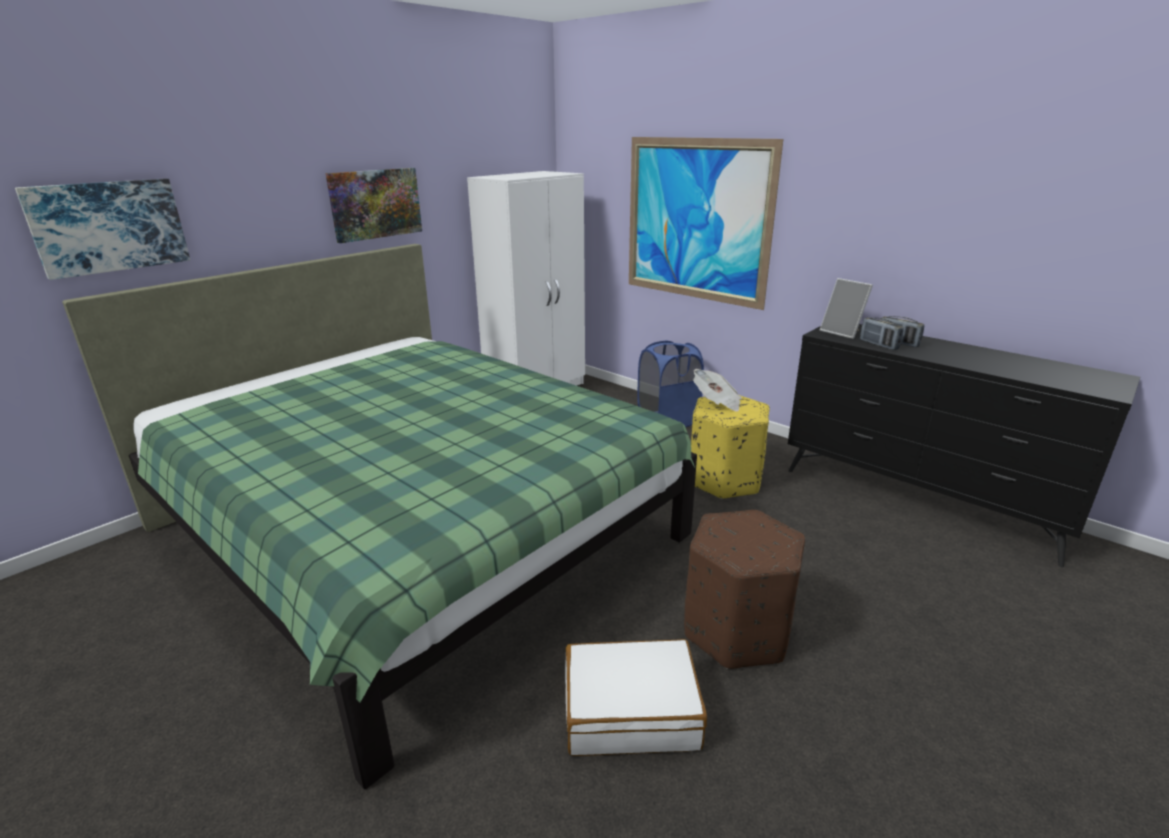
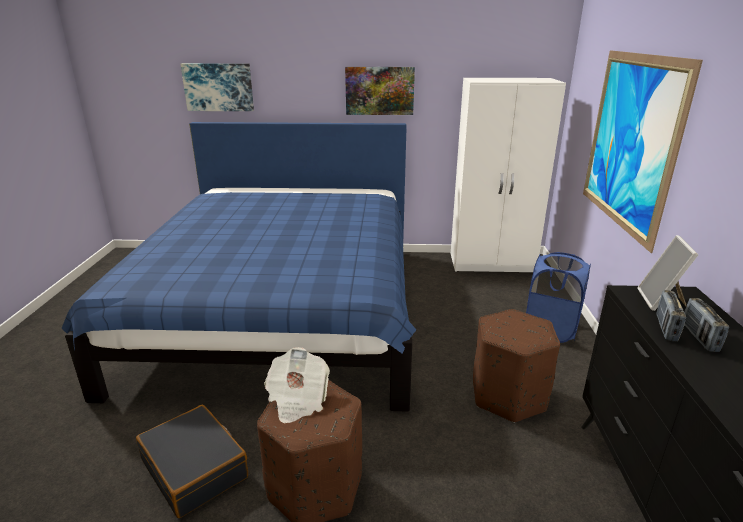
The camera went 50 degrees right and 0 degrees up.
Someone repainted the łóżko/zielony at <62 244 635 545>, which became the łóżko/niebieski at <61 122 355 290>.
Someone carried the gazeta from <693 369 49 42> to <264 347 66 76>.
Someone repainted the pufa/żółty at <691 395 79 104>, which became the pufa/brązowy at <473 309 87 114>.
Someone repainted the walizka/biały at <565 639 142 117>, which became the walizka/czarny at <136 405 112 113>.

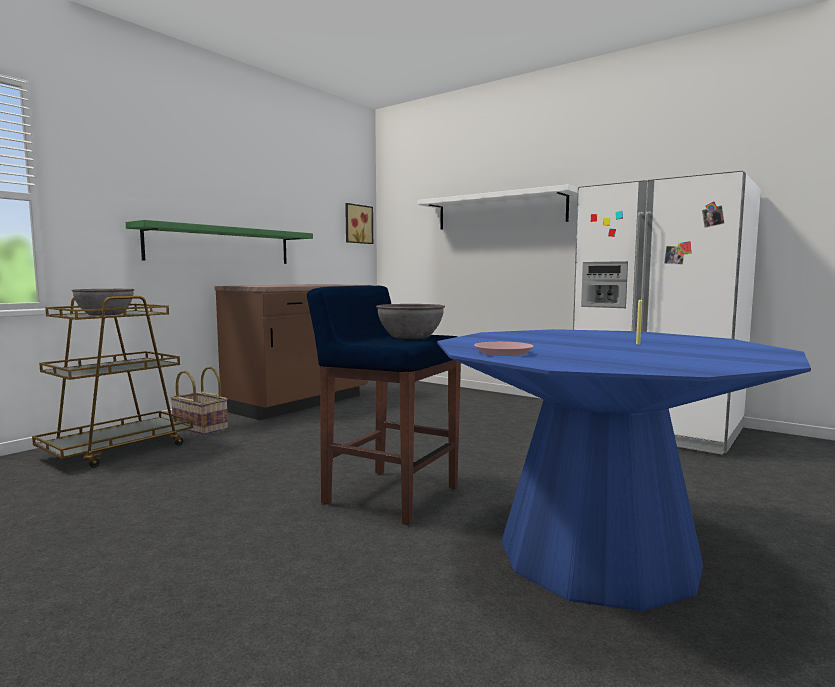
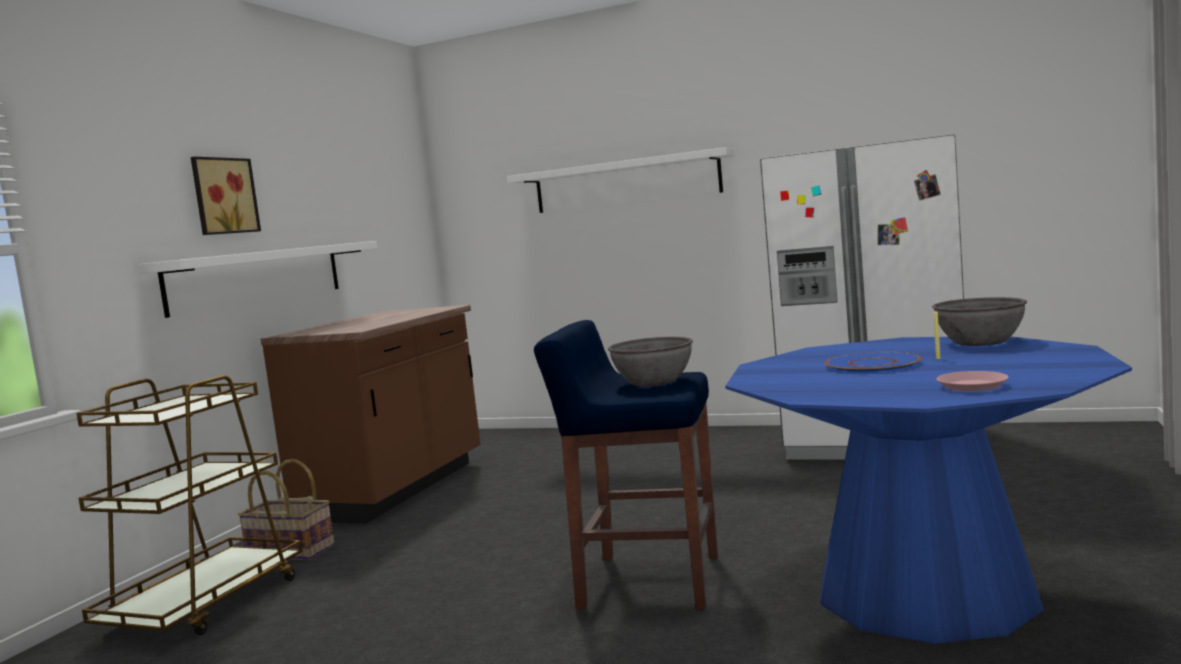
The camera went 15 degrees left and 0 degrees up.
Someone carried the obraz from <345 203 28 41> to <191 157 70 78>.
Someone repainted the półka/zielony at <126 220 187 44>, which became the półka/biały at <139 241 238 77>.
Someone carried the miska/szary from <71 289 63 26> to <932 297 95 49>.
Someone carried the talerz/różowy from <474 342 60 14> to <937 371 71 20>.
Someone put down the talerz/niebieski at <825 352 97 21>.

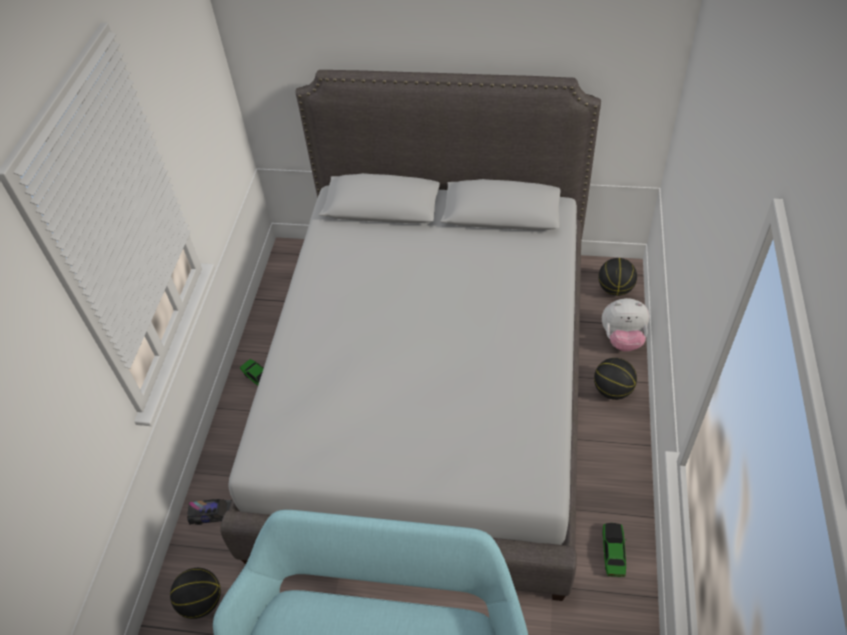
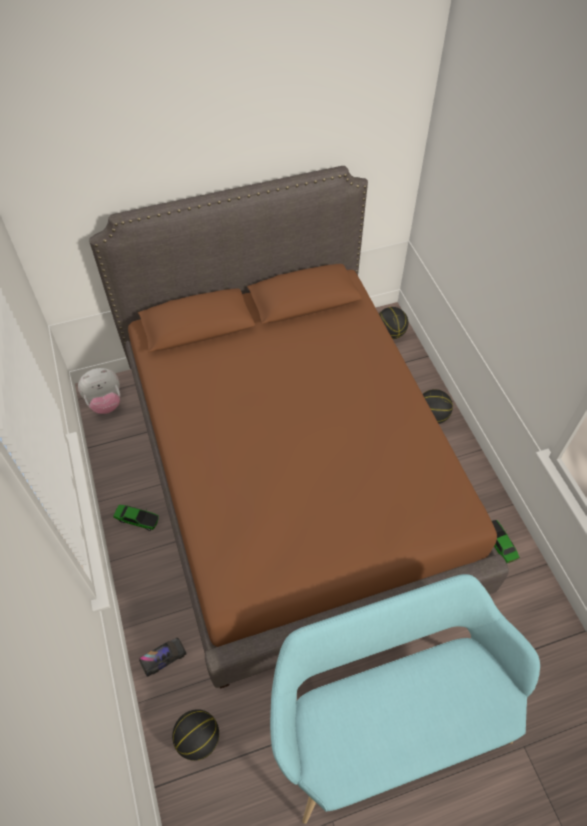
The camera went 30 degrees left and 5 degrees up.
Someone repainted the łóżko/szary at <220 70 381 531>, which became the łóżko/brązowy at <89 166 420 522>.
Someone carried the pluszak from <602 298 47 54> to <78 368 42 46>.

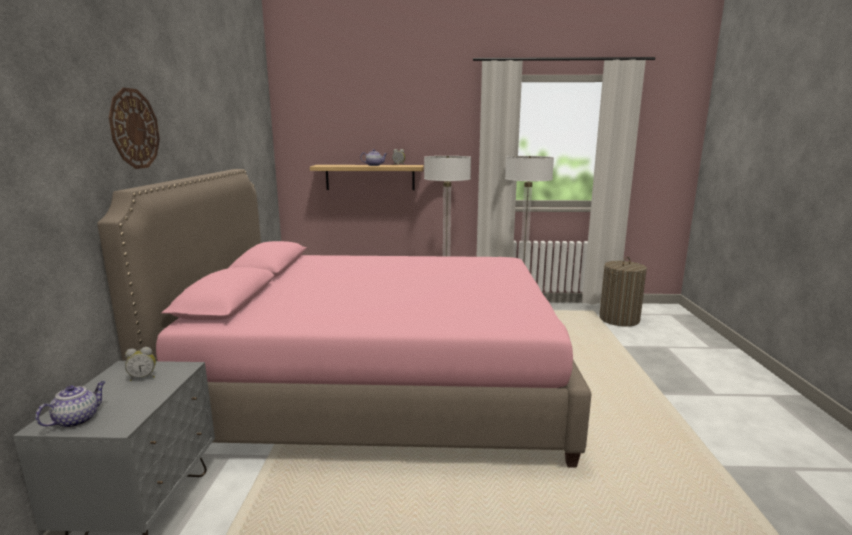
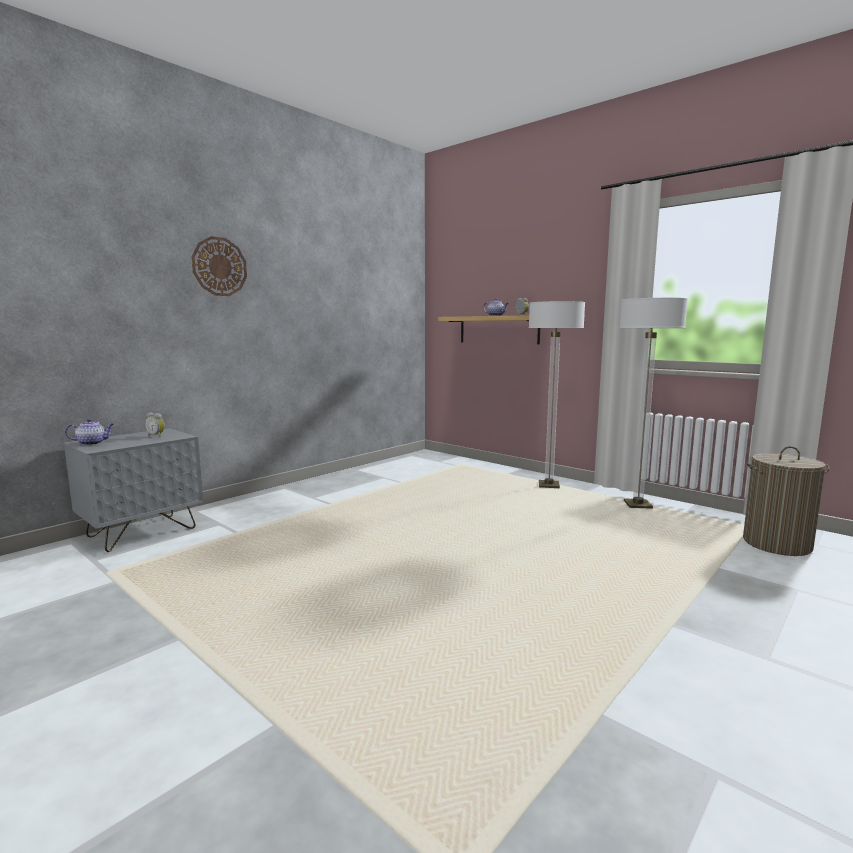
The camera went 40 degrees right and 5 degrees down.
Someone took away the łóżko/różowy at <97 169 495 299>.

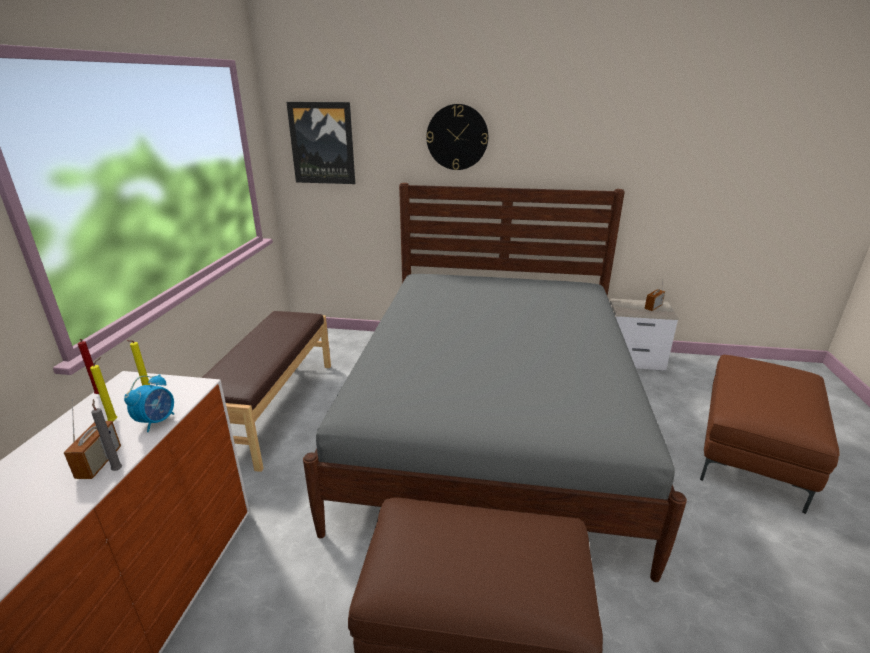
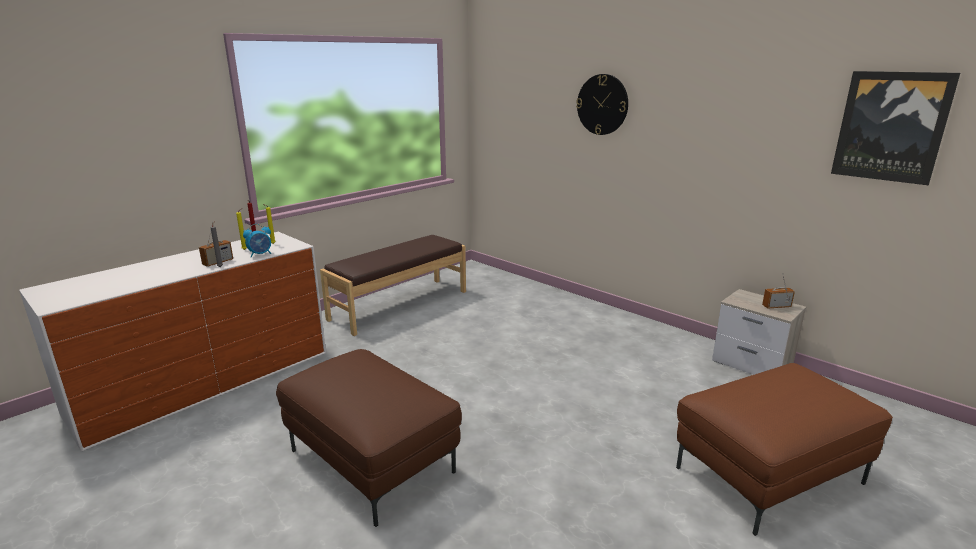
The camera went 35 degrees right and 5 degrees down.
Someone carried the obraz from <286 102 69 82> to <831 71 129 114>.
Someone took away the łóżko/szary at <303 183 384 399>.

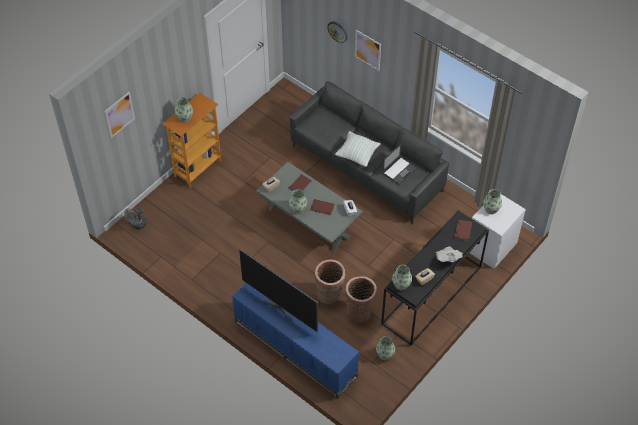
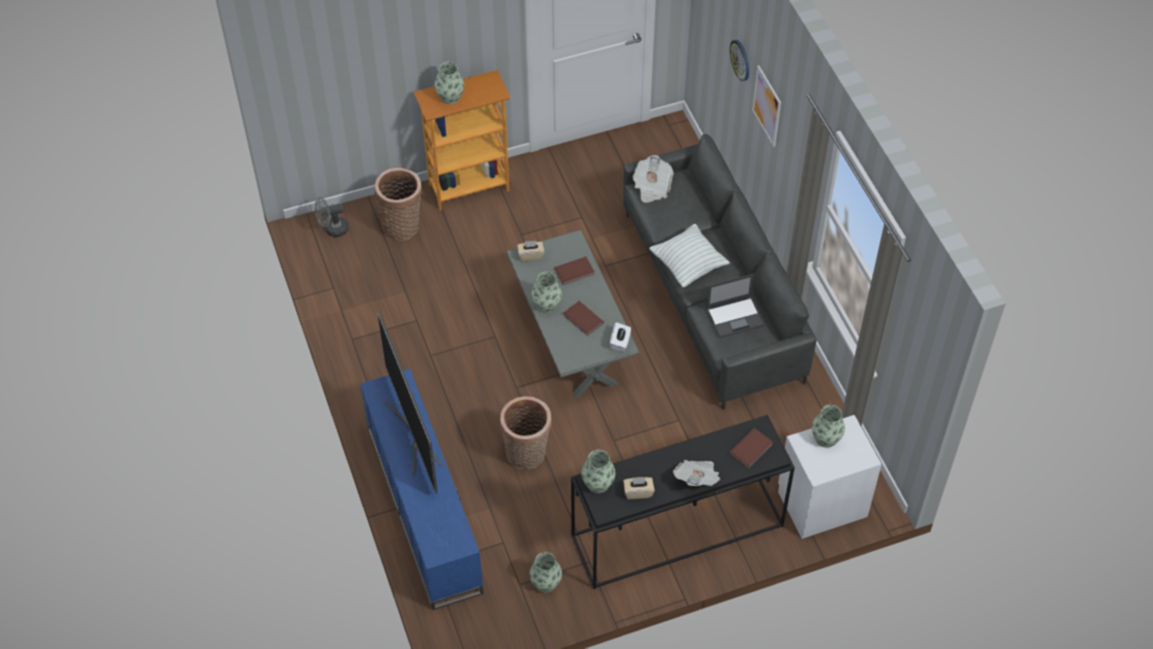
The camera went 30 degrees right and 0 degrees up.
Someone took away the obraz at <105 92 30 46>.
Someone carried the koszyk from <345 276 32 47> to <375 168 47 73>.
Someone put down the gazeta at <633 155 41 48>.

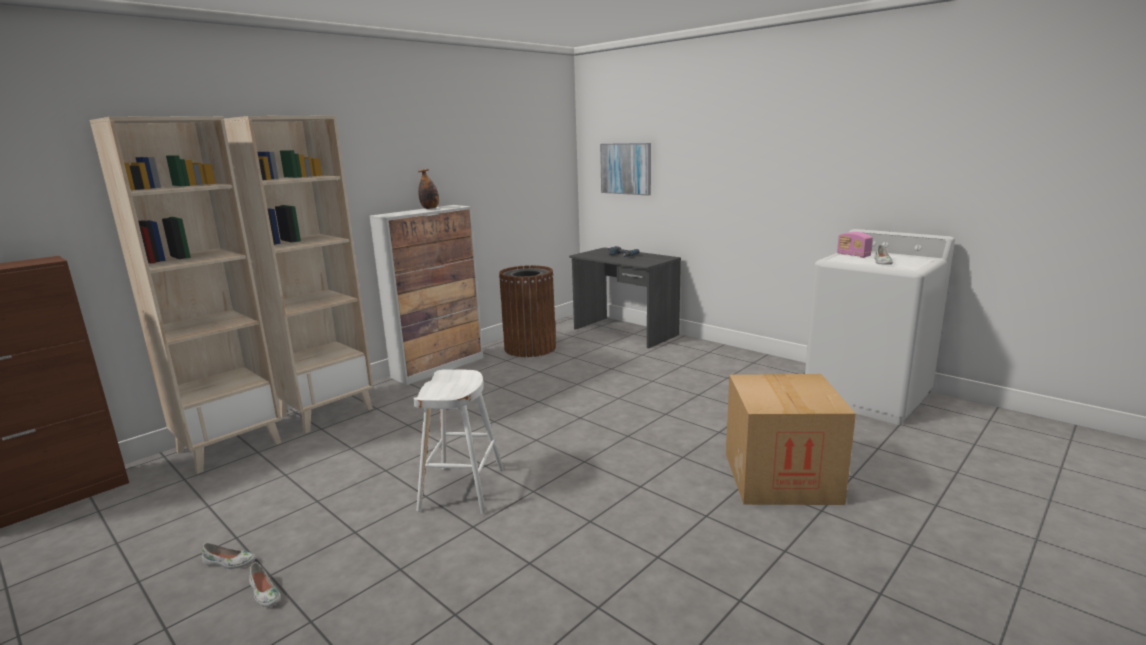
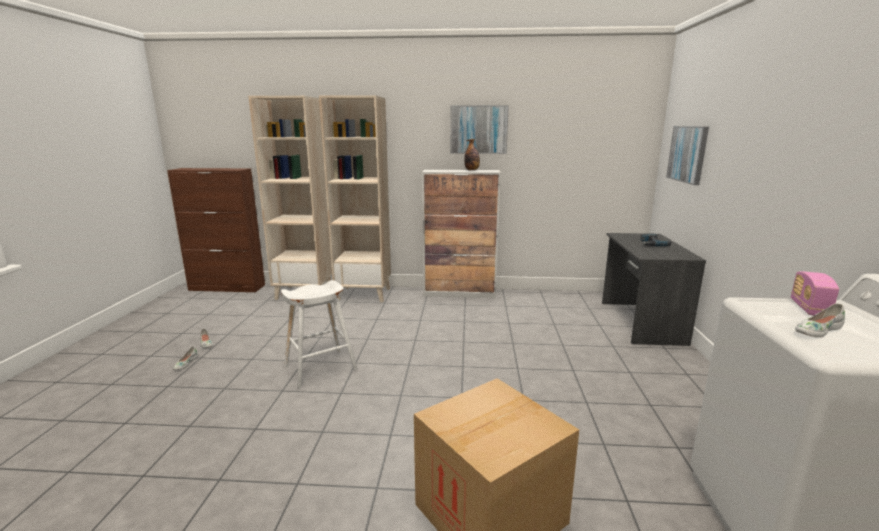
The camera went 50 degrees right and 0 degrees up.
Someone took away the kosz na śmieci/brązowy at <499 265 57 92>.
Someone put up the obraz at <450 105 59 49>.

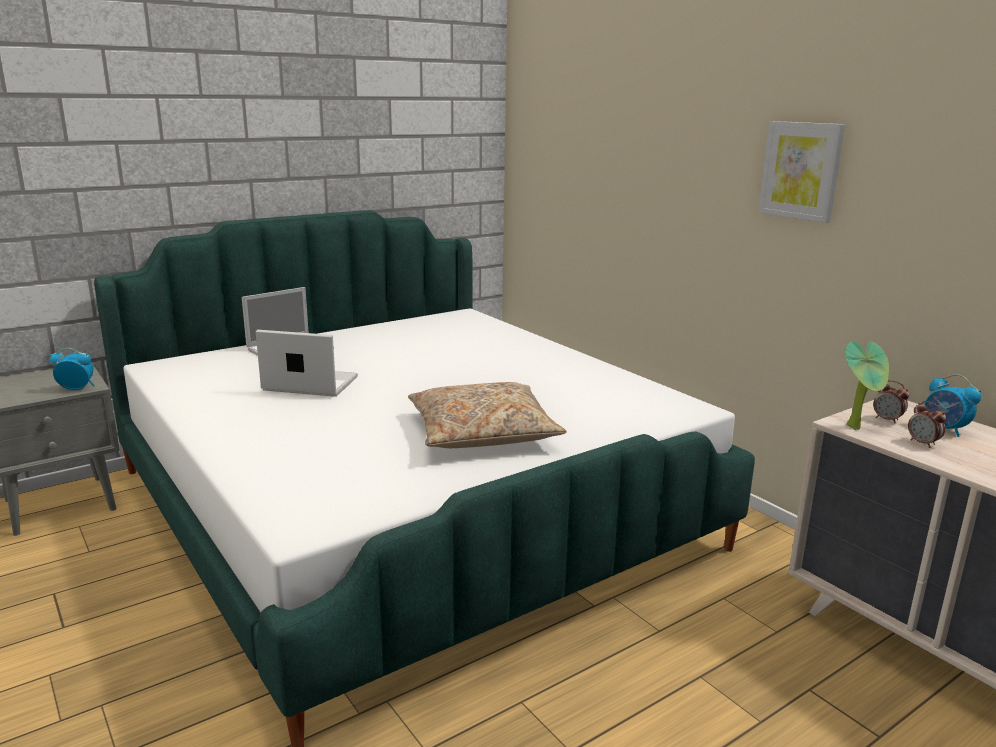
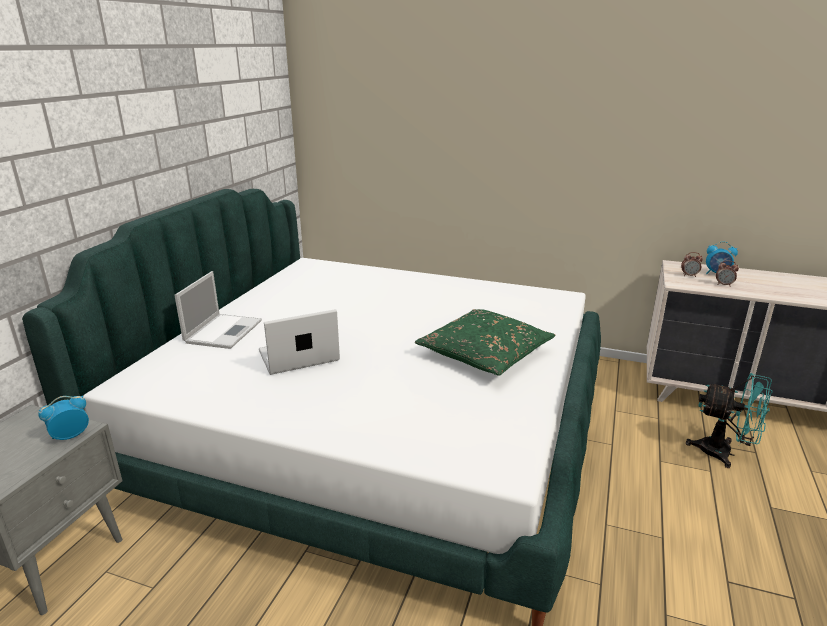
The camera went 35 degrees left and 5 degrees up.
Someone took away the obraz at <759 121 86 102>.
Someone took away the roślina doniczkowa at <845 341 44 89>.
Someone repainted the poduszka/beżowy at <408 382 159 66>, which became the poduszka/zielony at <415 309 140 67>.
Someone put down the wentylator/turkusowy at <686 373 86 95>.

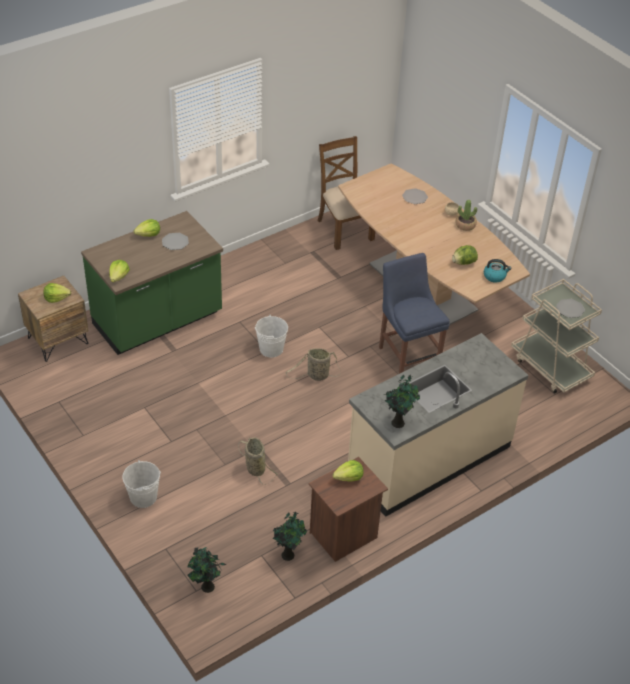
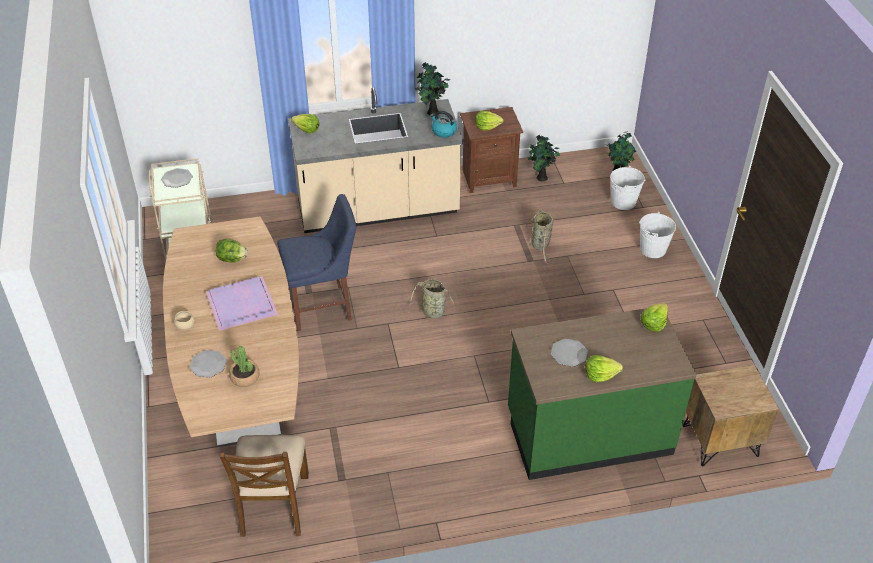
The camera went 155 degrees left and 0 degrees up.
Someone carried the roślina doniczkowa from <455 200 22 31> to <229 346 30 41>.
Someone rotated the krzesło/niebieski at <379 253 71 121> by 105 degrees counterclockwise.
Someone carried the czajnik from <484 259 27 24> to <430 111 27 27>.
Someone carried the sałata from <43 283 28 20> to <291 114 29 20>.
Someone carried the wiadro/biały from <255 315 33 42> to <610 166 36 44>.
Someone put down the taca/fioletowy at <206 276 72 55>.

